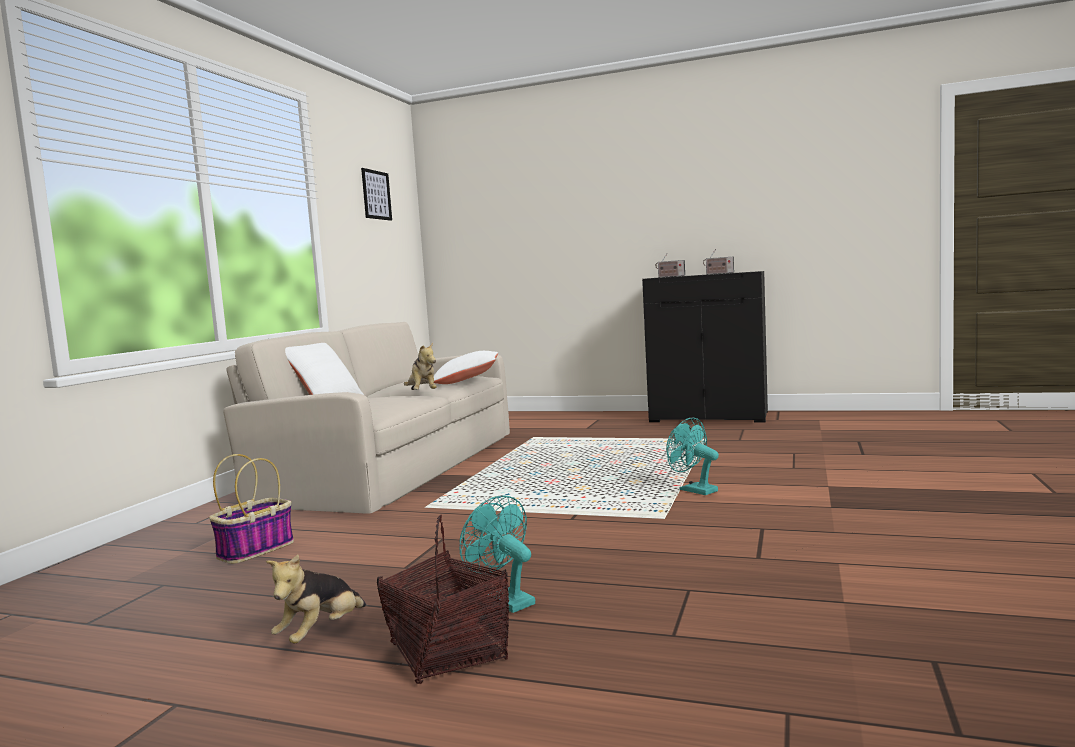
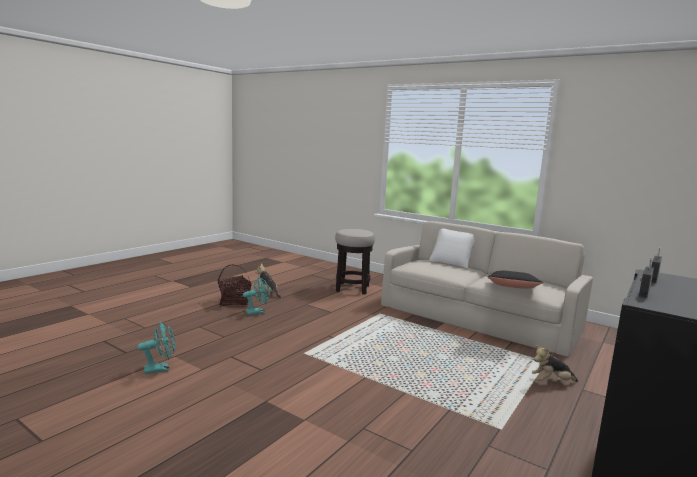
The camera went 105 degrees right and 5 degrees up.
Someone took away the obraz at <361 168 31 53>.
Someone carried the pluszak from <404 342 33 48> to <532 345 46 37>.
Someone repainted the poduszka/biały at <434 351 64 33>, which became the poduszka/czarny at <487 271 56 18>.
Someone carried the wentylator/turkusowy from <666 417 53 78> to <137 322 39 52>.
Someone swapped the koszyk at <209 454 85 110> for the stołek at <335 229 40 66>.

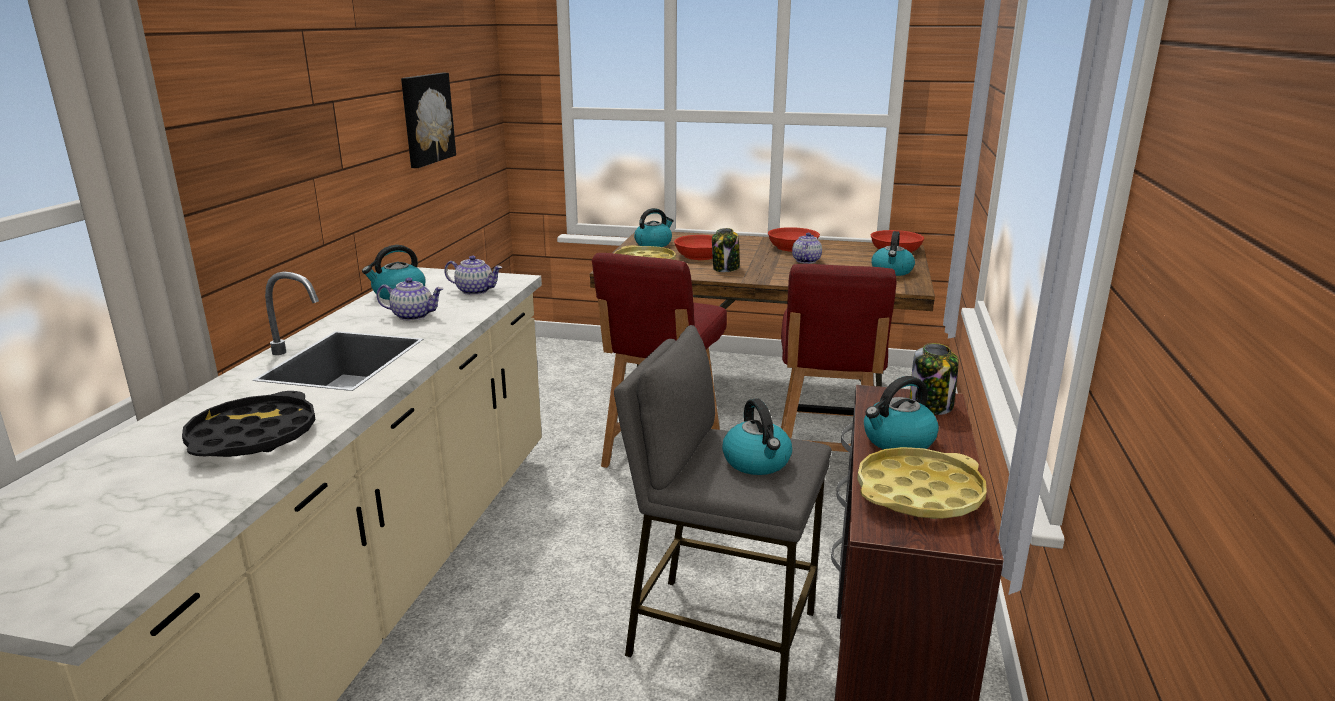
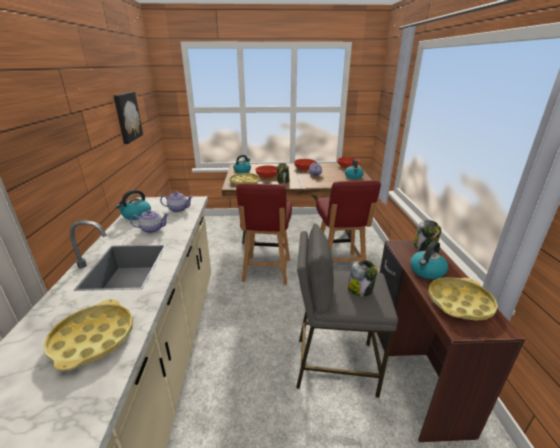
The camera went 15 degrees left and 5 degrees up.
Someone repainted the taca/czarny at <182 391 134 66>, which became the taca/żółty at <44 299 89 72>.
Someone swapped the czajnik at <722 399 70 76> for the słoik at <348 260 30 37>.

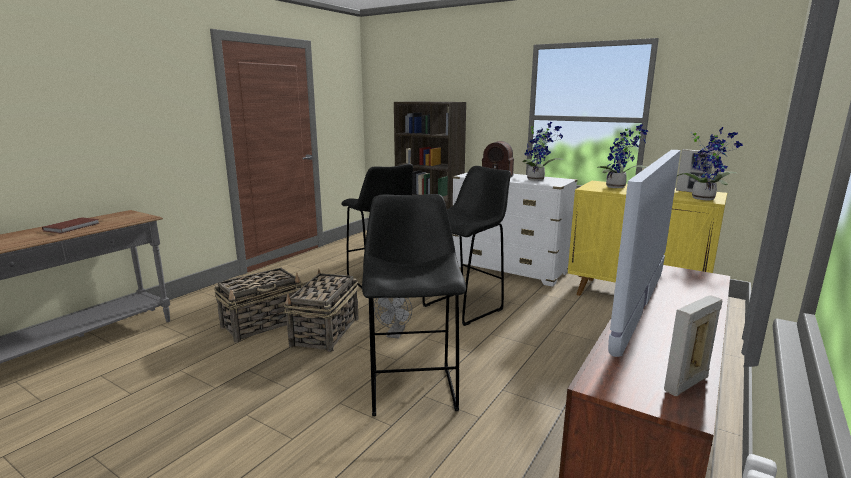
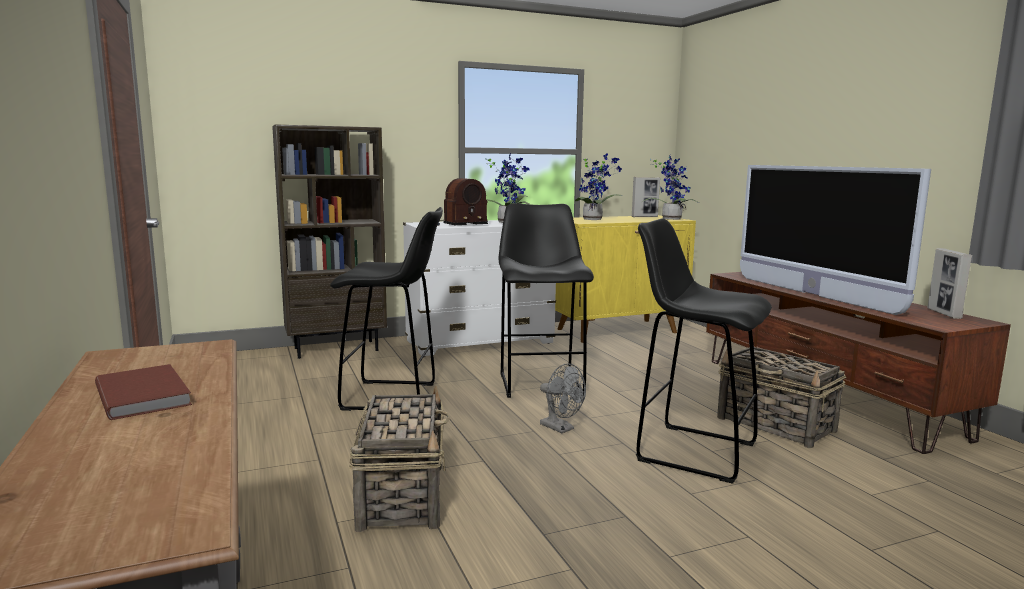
The camera went 55 degrees left and 5 degrees down.
Someone carried the koszyk from <284 269 75 83> to <717 347 129 101>.

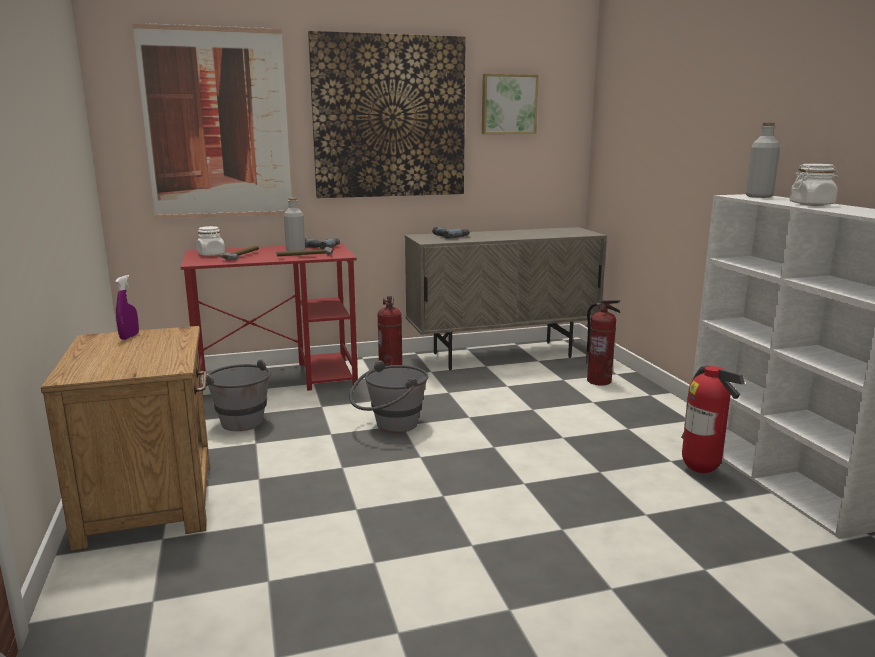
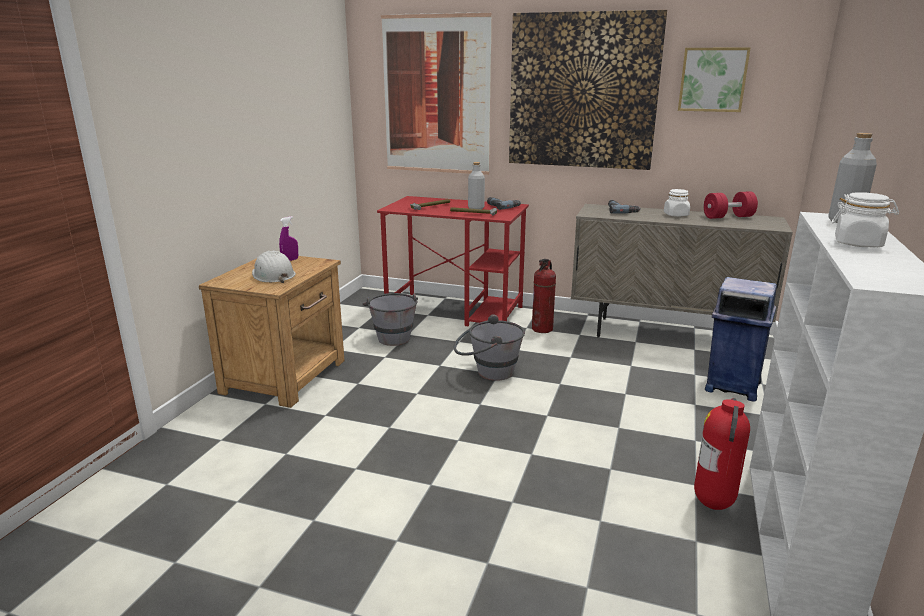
The camera went 35 degrees right and 5 degrees up.
Someone carried the słoik/biały from <196 226 29 30> to <664 189 26 28>.
Someone swapped the gaśnica at <586 300 34 86> for the kosz na śmieci/niebieski at <705 277 72 125>.
Someone put down the hantel/czerwony at <704 191 54 28>.
Someone put down the kask/biały at <252 251 44 32>.

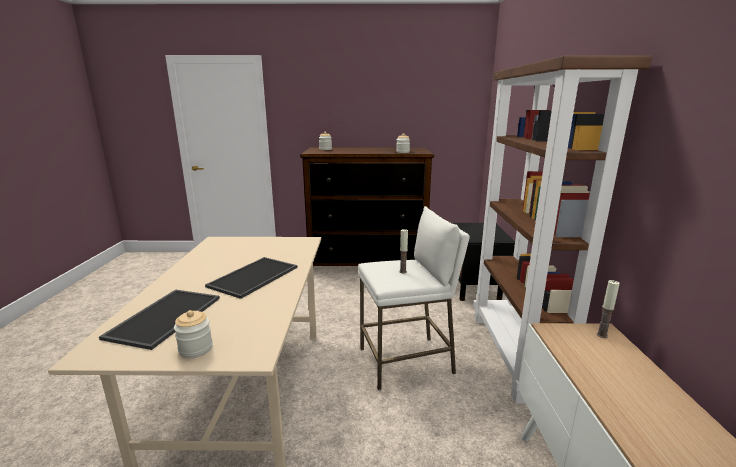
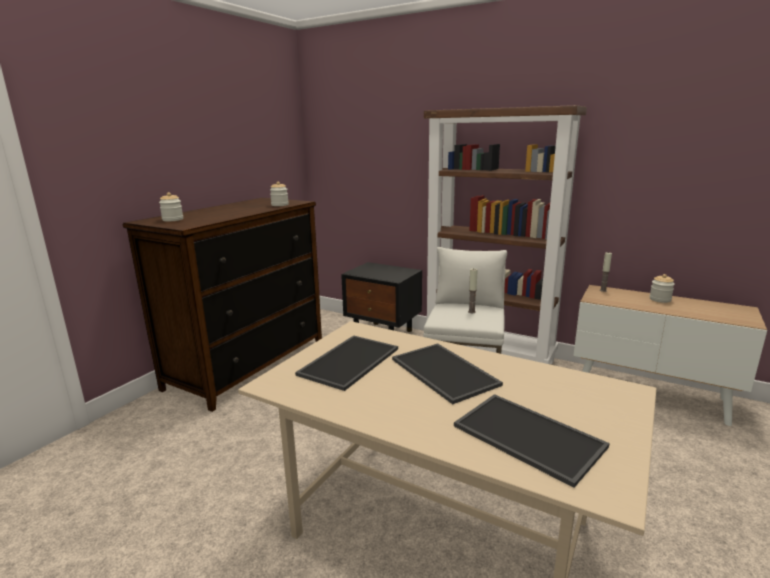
The camera went 60 degrees left and 0 degrees up.
Someone carried the słoik from <174 310 39 48> to <650 274 25 29>.
Someone put down the taca at <295 335 103 56>.

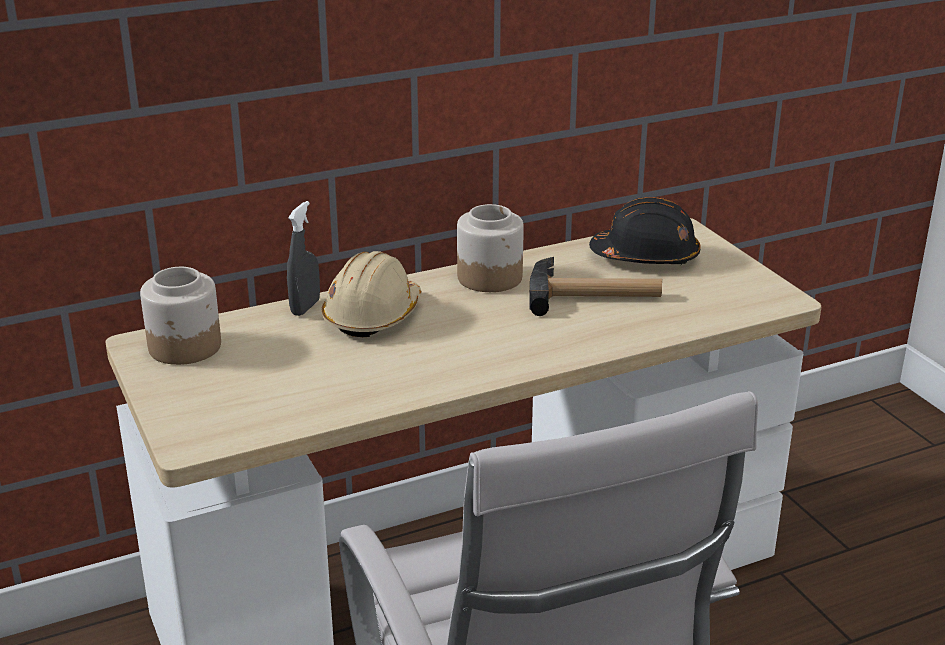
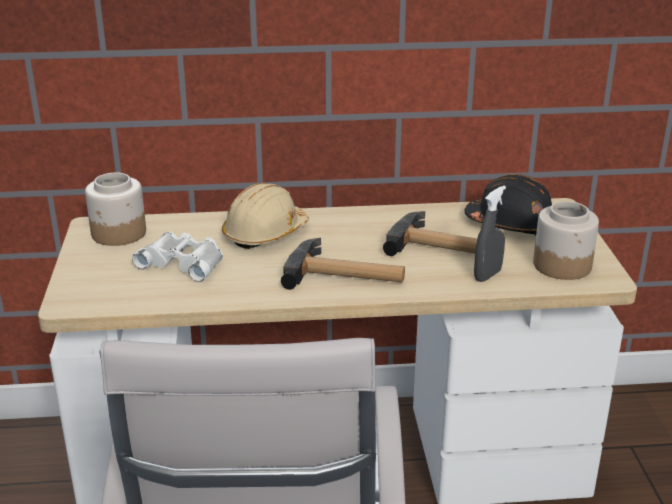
The camera went 20 degrees right and 0 degrees up.
Someone carried the spryskiwacz/szary from <287 201 33 115> to <474 186 32 96>.
Someone carried the słoik from <457 204 67 88> to <533 201 66 79>.
Someone put down the lornetka/biały at <132 232 91 50>.
Someone put down the młotek at <281 238 124 52>.

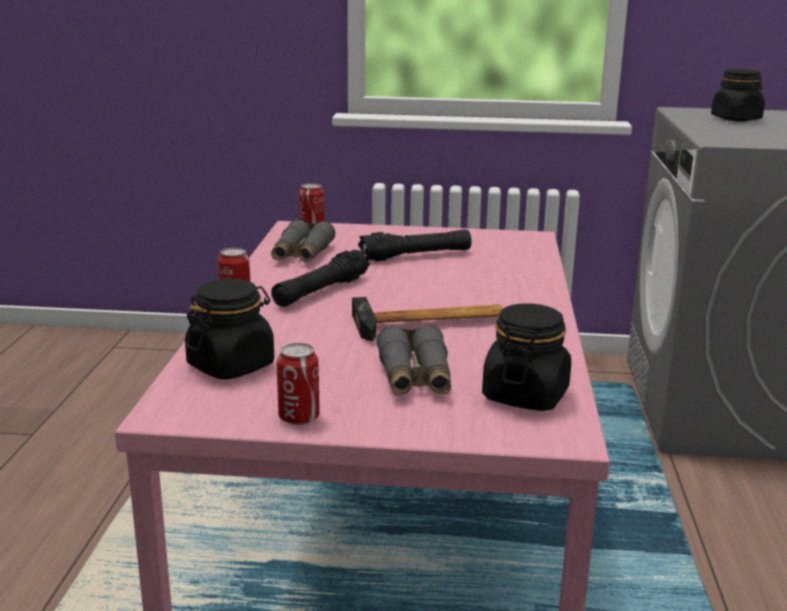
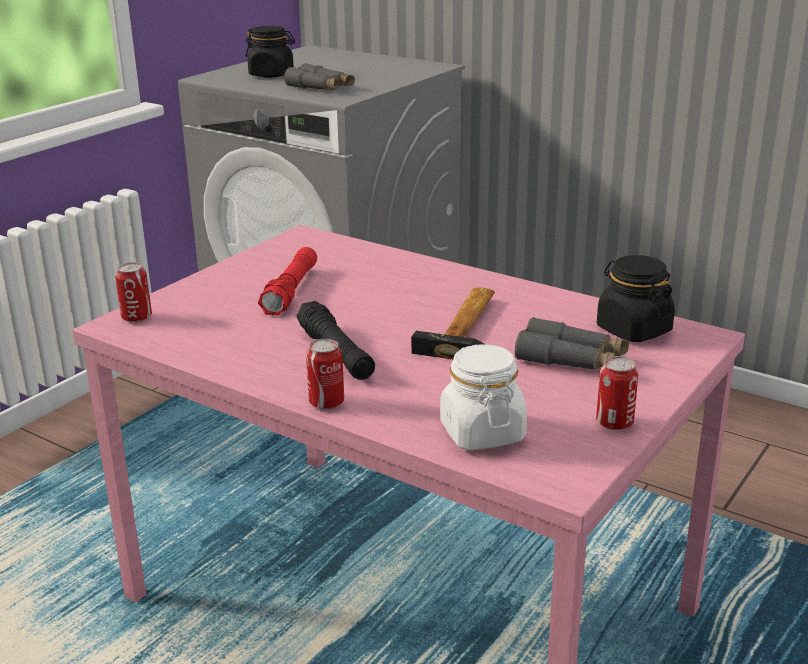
The camera went 60 degrees left and 5 degrees up.
Someone carried the lornetka/szary from <271 220 64 42> to <284 63 71 27>.
Someone repainted the latarka/czarny at <358 229 113 32>, which became the latarka/czerwony at <258 247 59 69>.
Someone repainted the słoik/czarny at <185 279 89 100>, which became the słoik/biały at <440 344 87 106>.

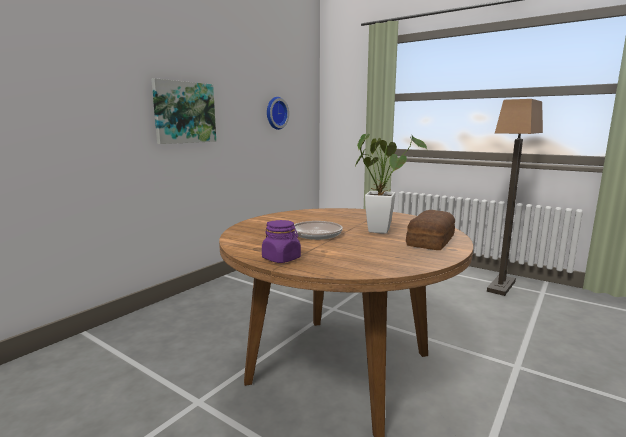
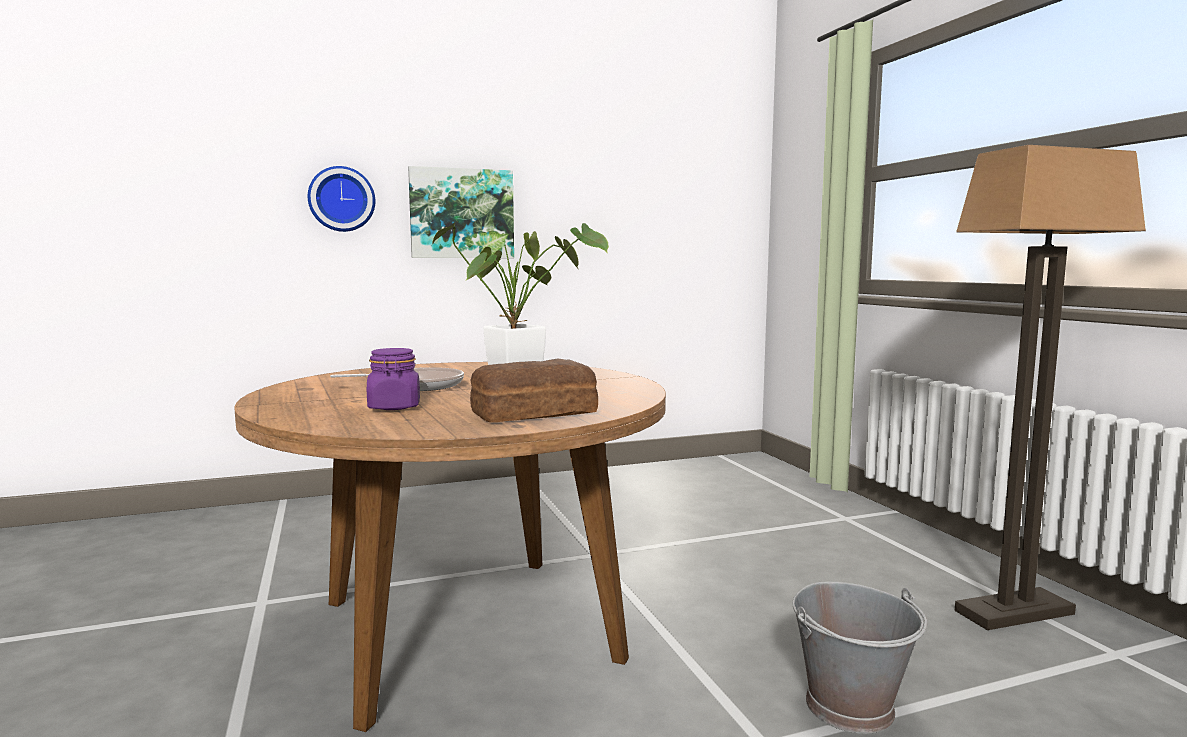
The camera went 35 degrees right and 5 degrees down.
Someone carried the zegar ścienny from <267 97 22 33> to <308 166 67 66>.
Someone carried the słoik/fioletowy from <262 220 39 43> to <367 348 53 62>.
Someone put down the wiadro/szary at <792 582 135 152>.

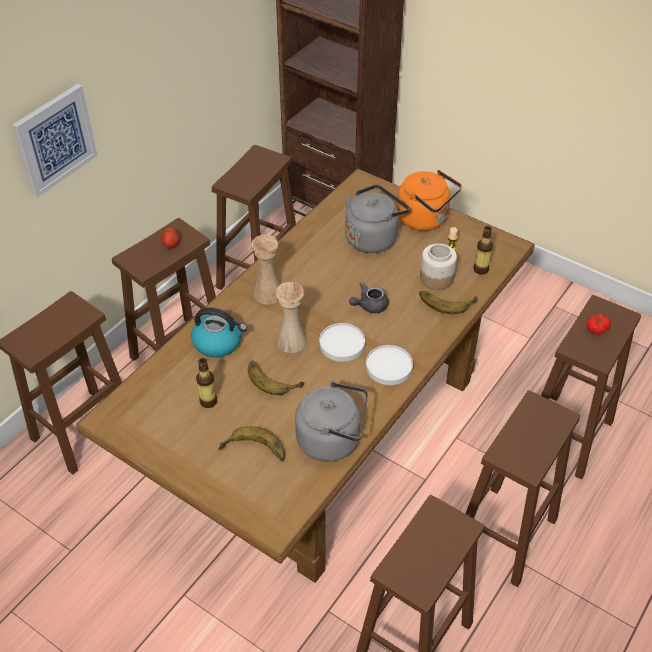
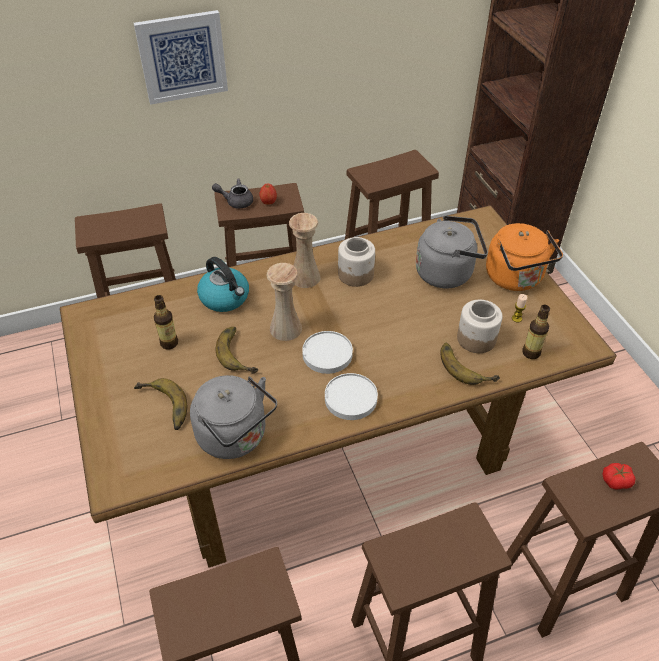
The camera went 35 degrees right and 0 degrees up.
Someone carried the imbryk/szary from <349 282 40 31> to <212 179 41 30>.
Someone put down the słoik at <338 237 37 50>.

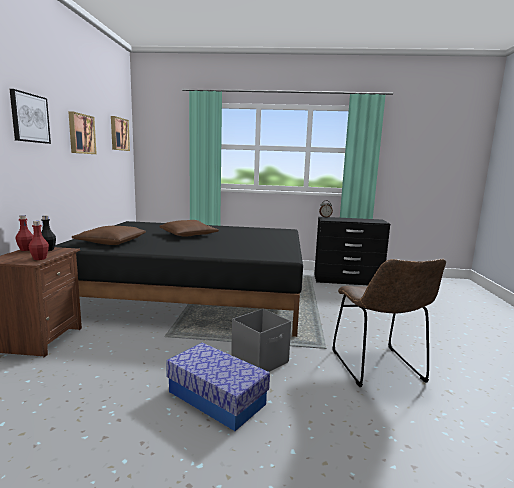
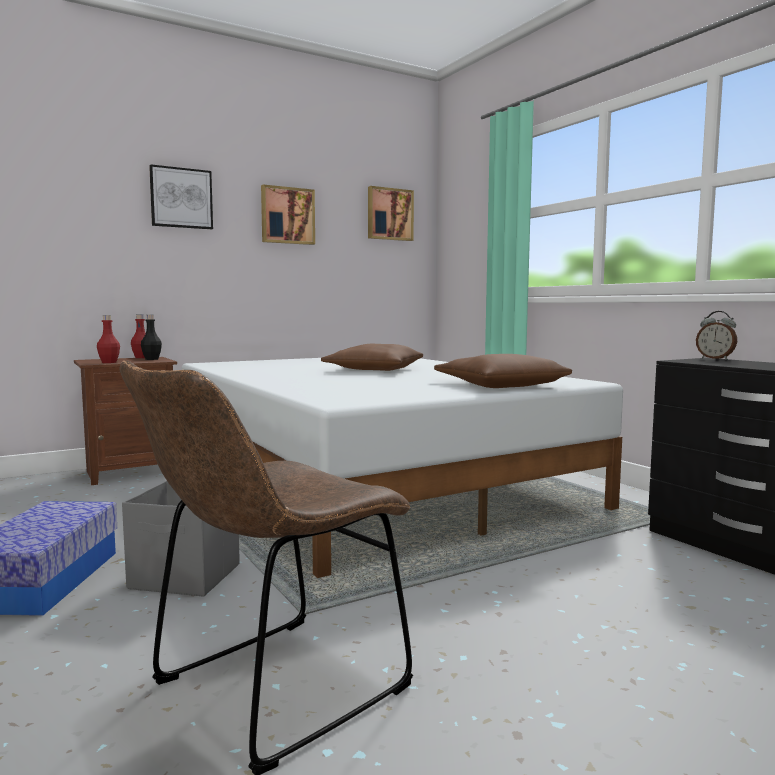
The camera went 55 degrees right and 5 degrees down.
Someone repainted the łóżko/czarny at <55 221 248 116>, which became the łóżko/biały at <181 358 442 220>.
Someone carried the poduszka/brązowy from <72 226 74 19> to <434 354 138 34>.

